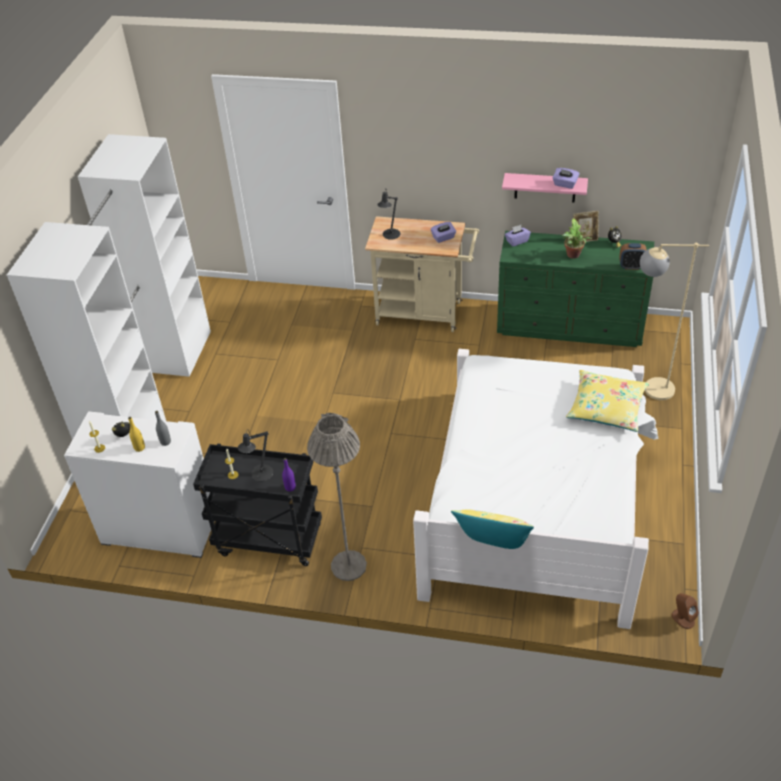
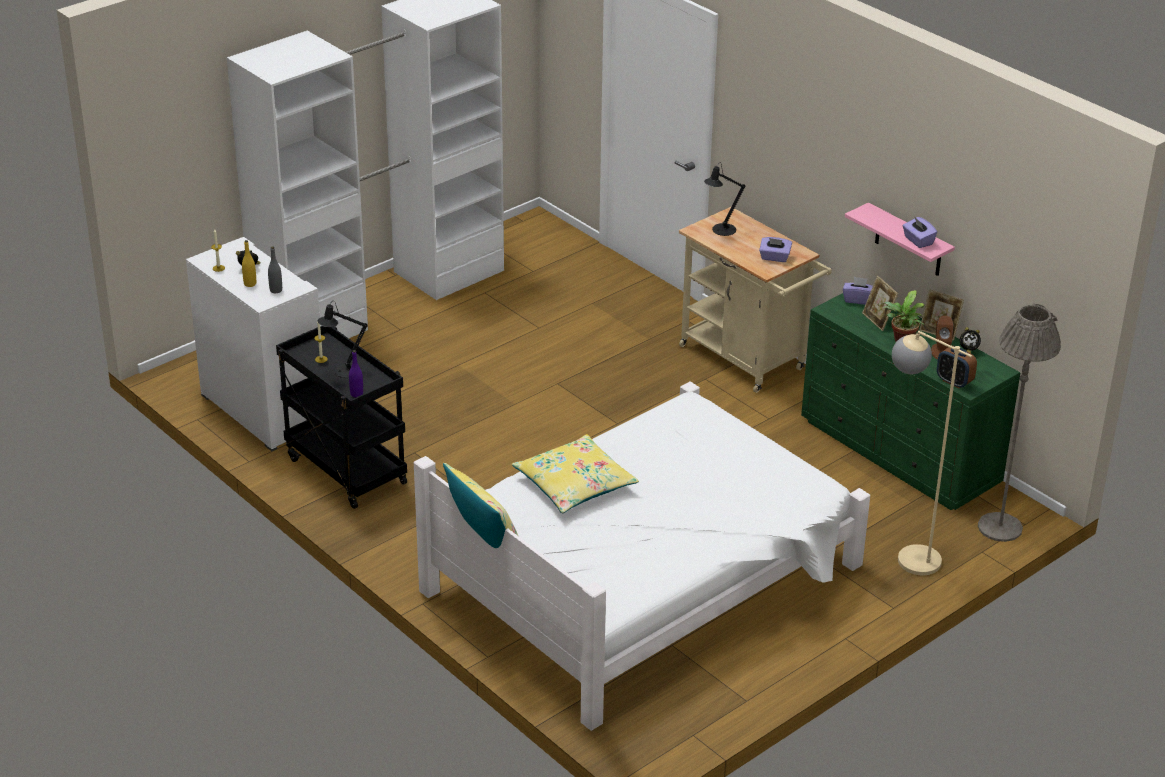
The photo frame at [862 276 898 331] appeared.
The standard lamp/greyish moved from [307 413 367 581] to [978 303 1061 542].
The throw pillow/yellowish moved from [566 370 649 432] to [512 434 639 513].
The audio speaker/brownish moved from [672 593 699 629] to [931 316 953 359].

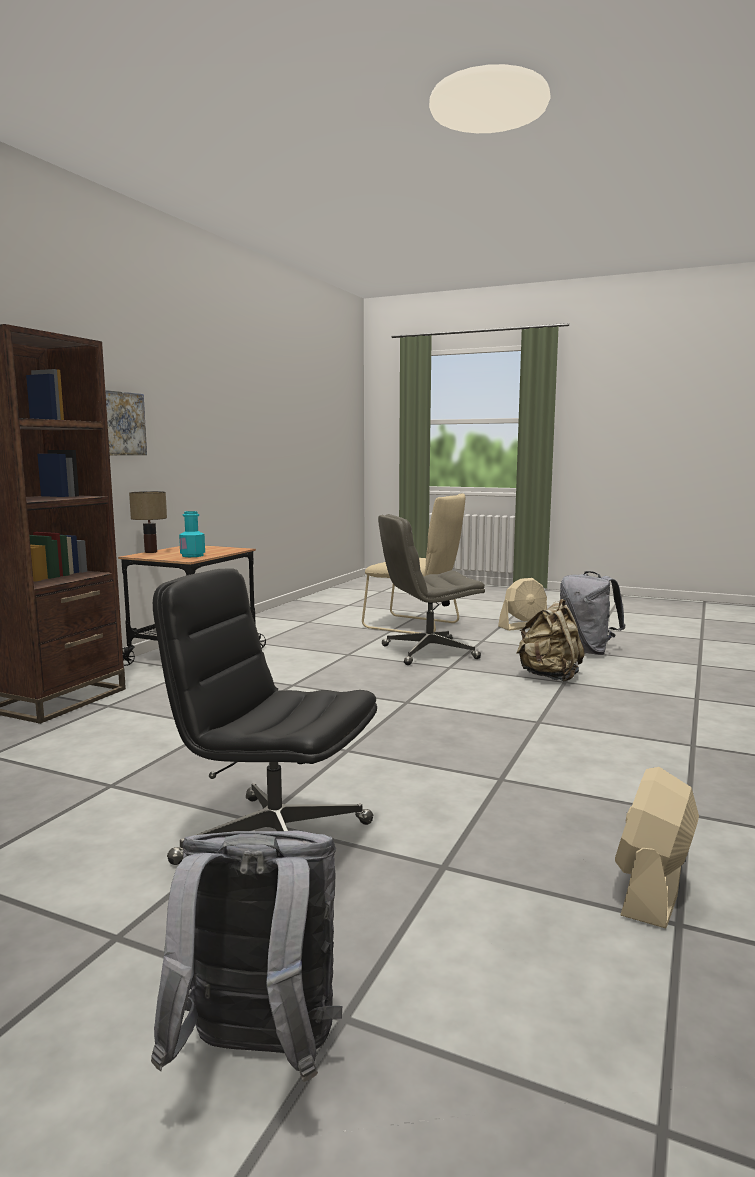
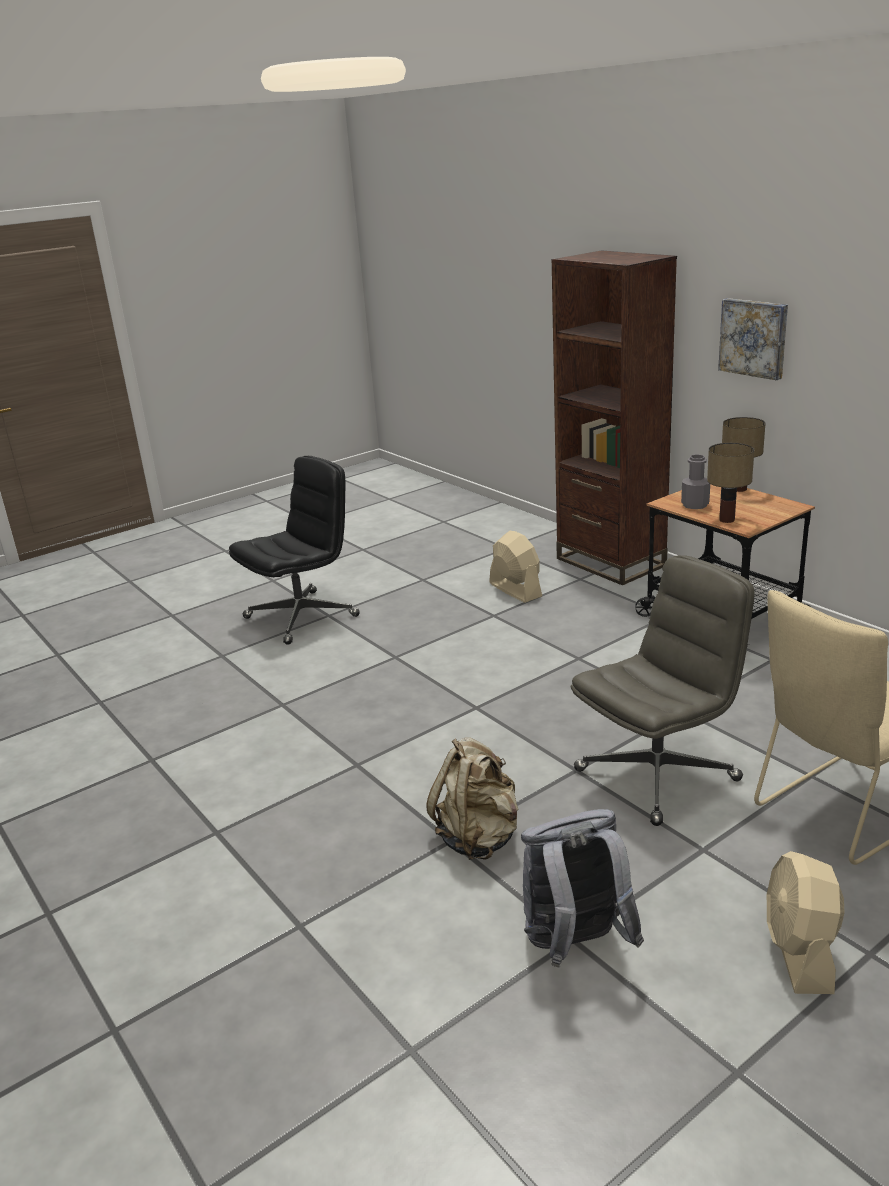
The knapsack/greyish at [151 830 342 1082] disappeared.
The table lamp at [707 443 754 523] appeared.
The fan/beige-coloured moved from [615 767 699 928] to [489 531 542 603].
The beverage bottle/turquoise at [179 511 205 557] became the beverage bottle/greyish at [681 454 710 509].
The computer chair/greyish at [378 514 485 665] turned 45 degrees clockwise.

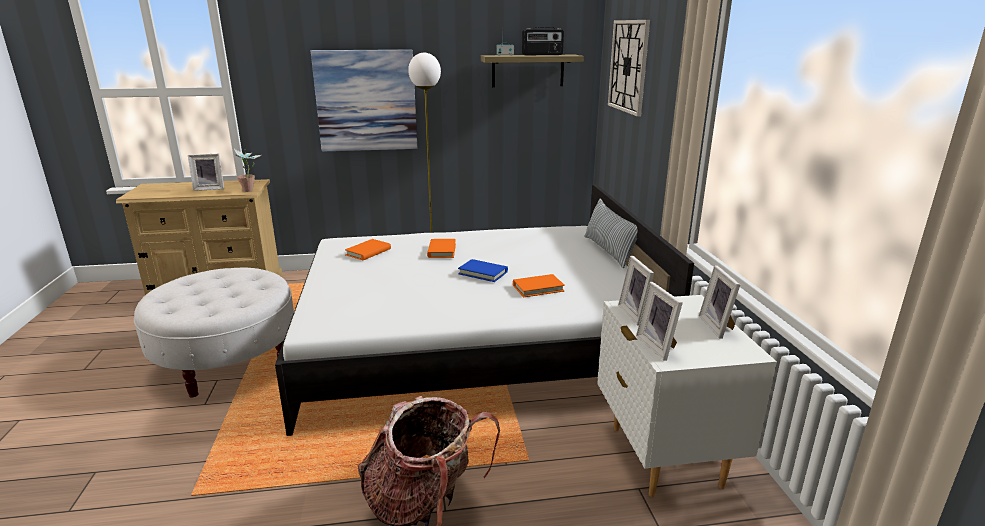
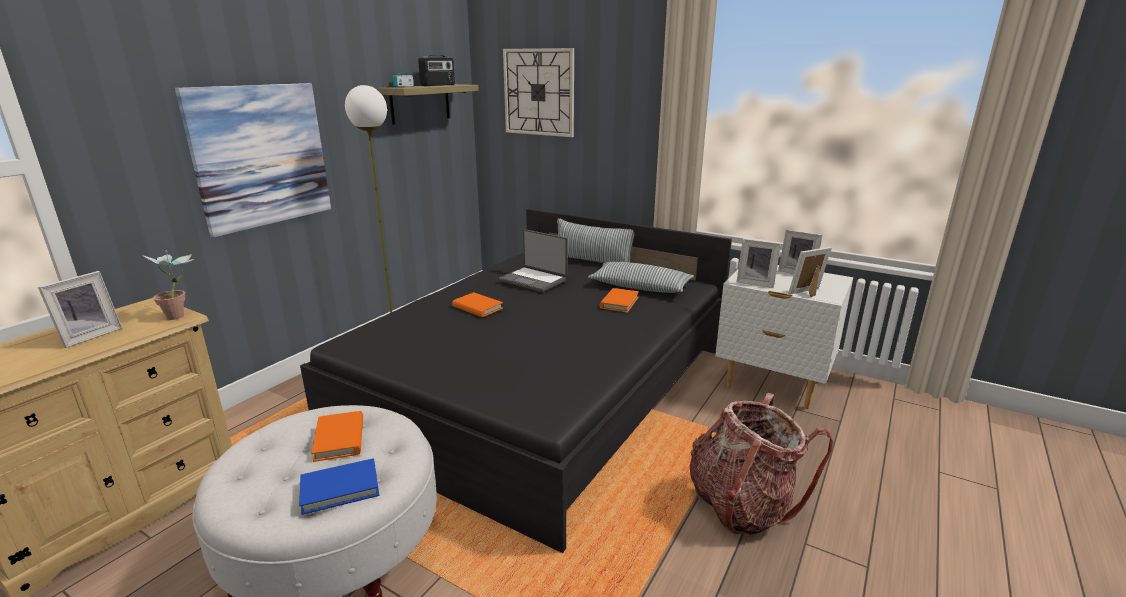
The notebook computer at [499 229 568 292] appeared.
The throw pillow at [588 261 694 293] appeared.
The bound book/orange-coloured moved from [345 239 391 260] to [311 411 363 462].
The bound book/blue-coloured moved from [458 259 508 282] to [299 458 379 515].
The sleeping bed/whitish at [275 184 694 436] became the sleeping bed/blackish at [300 208 732 553].
The photo frame at [636 282 683 361] turned 135 degrees clockwise.

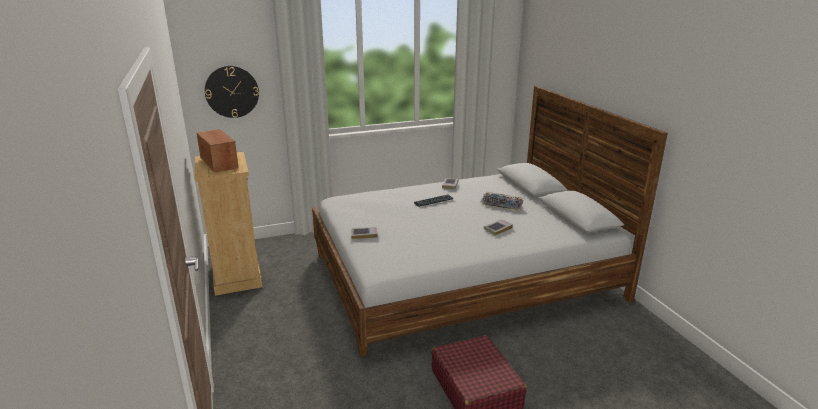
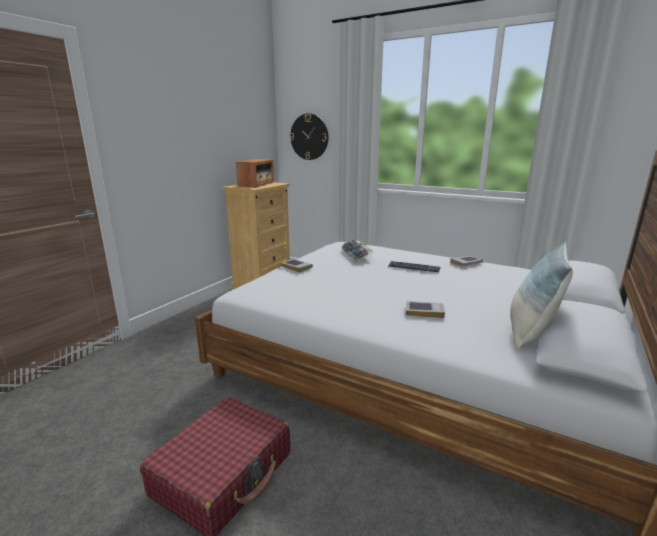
The throw pillow at [510 242 573 349] appeared.
The keyboard moved from [481 192 524 212] to [341 239 374 262].

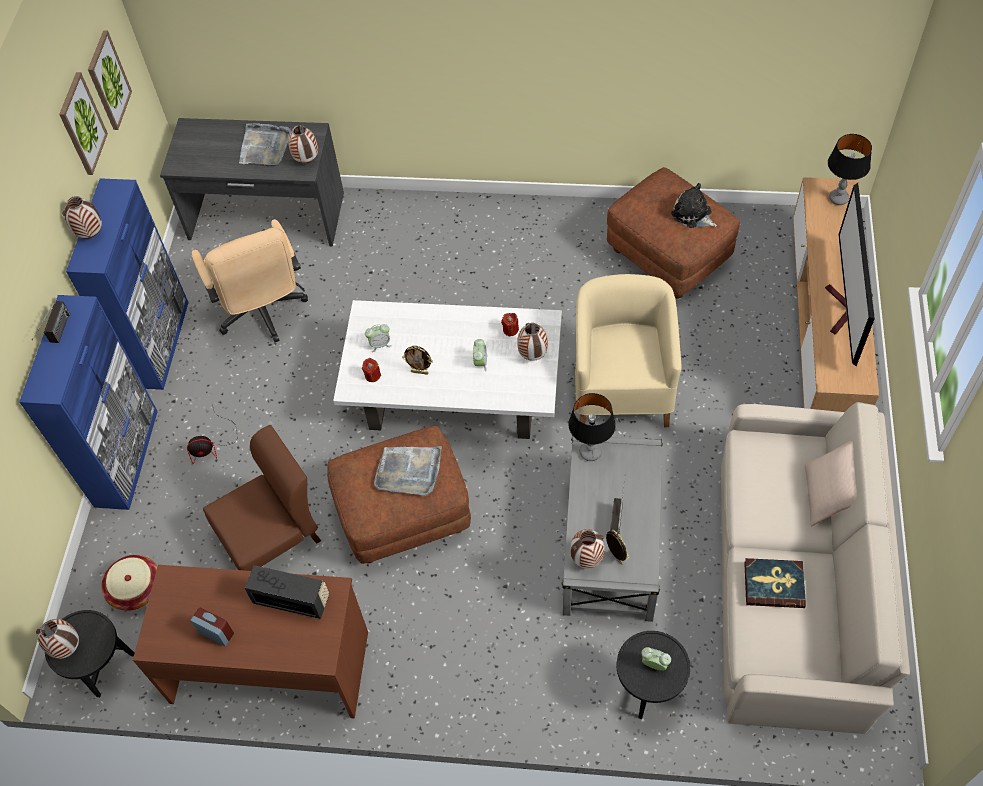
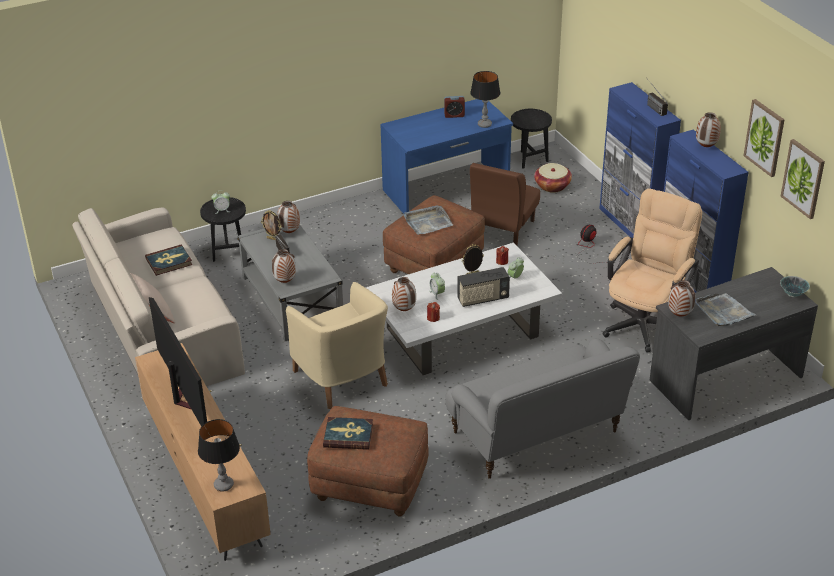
The couch/greyish at [445 338 640 479] appeared.
The deep dish at [780 276 810 297] appeared.
The decorative vase moved from [36 619 79 659] to [272 249 296 283].
The radio receiver moved from [245 565 329 619] to [457 267 510 307].
The table lamp moved from [569 393 616 461] to [470 71 500 128].
The soft toy at [671 183 717 228] was replaced by the bound book at [323 417 373 450].
The desk unit/brownish at [133 565 368 719] became the desk unit/blue-coloured at [381 99 513 214].
The computer chair/beige-coloured at [192 219 308 342] turned 90 degrees clockwise.

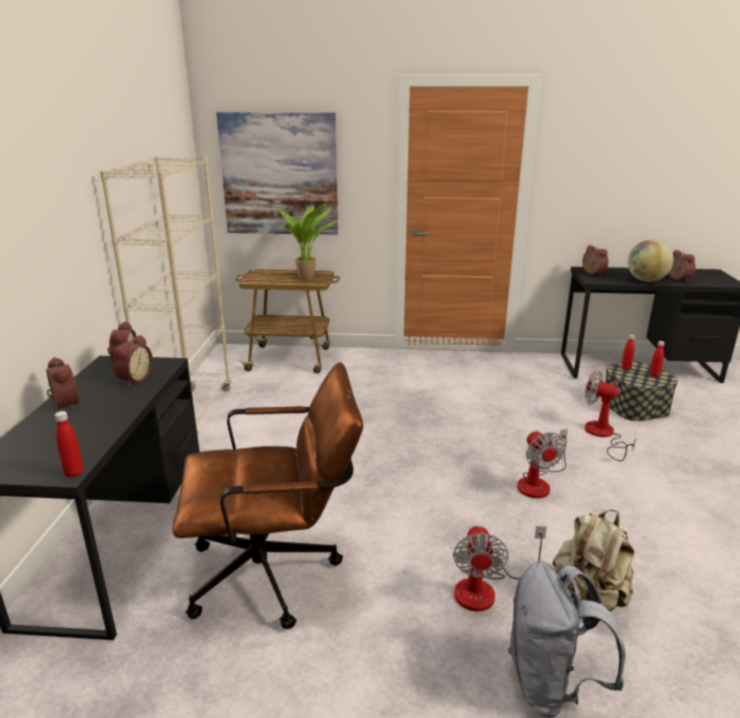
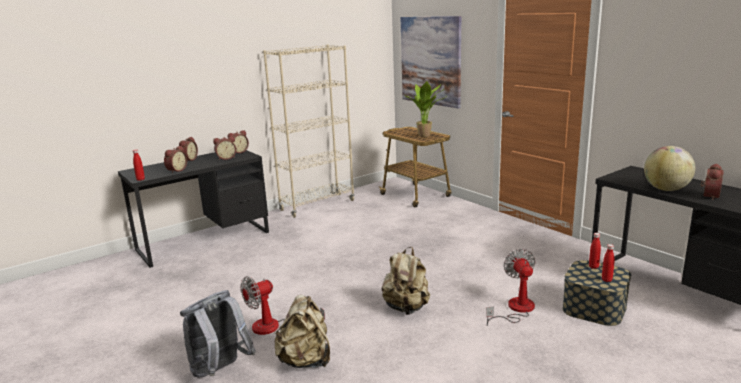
The computer chair/brownish at [172 362 363 629] disappeared.
The alarm clock moved from [582 245 608 276] to [164 146 187 173].
The fan at [517 429 568 498] was replaced by the knapsack/beige-coloured at [382 247 430 315].

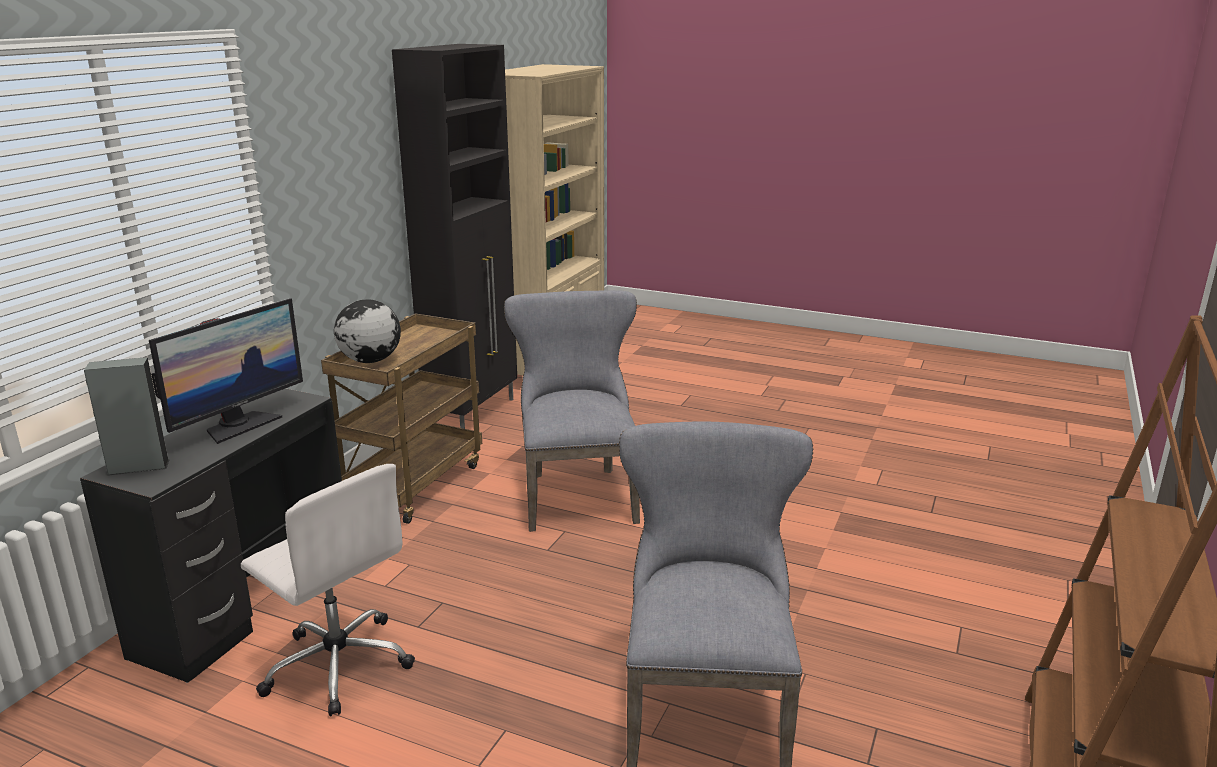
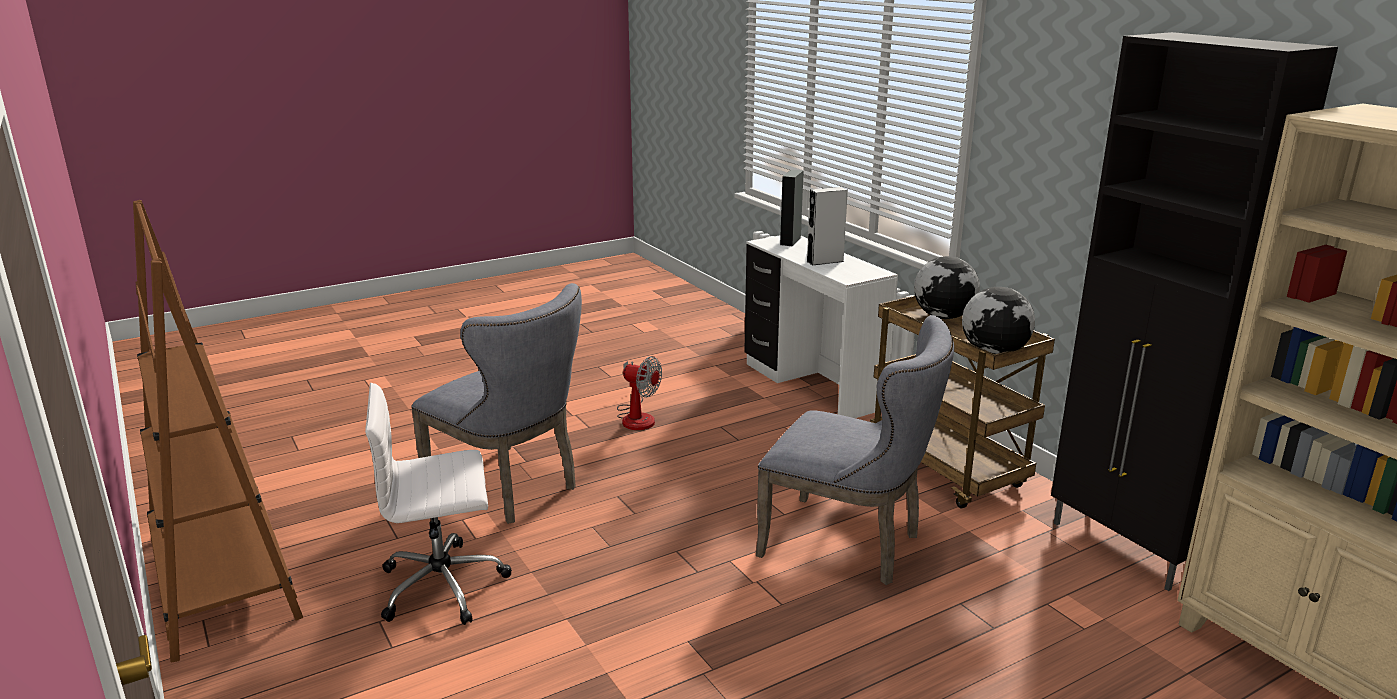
The fan at [617 356 662 430] appeared.
The globe at [962 287 1035 354] appeared.
The computer chair/whitish moved from [241 464 415 717] to [365 383 512 625].
The computer screen at [149 298 303 444] was replaced by the audio speaker/greyish at [806 187 848 266].
The desk unit/blackish at [80 388 342 683] became the desk unit/whitish at [744 235 898 418].

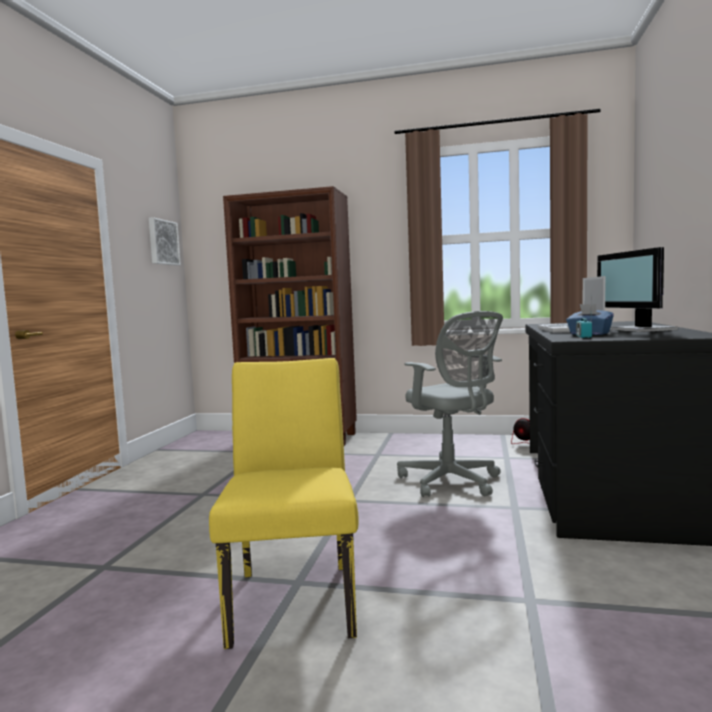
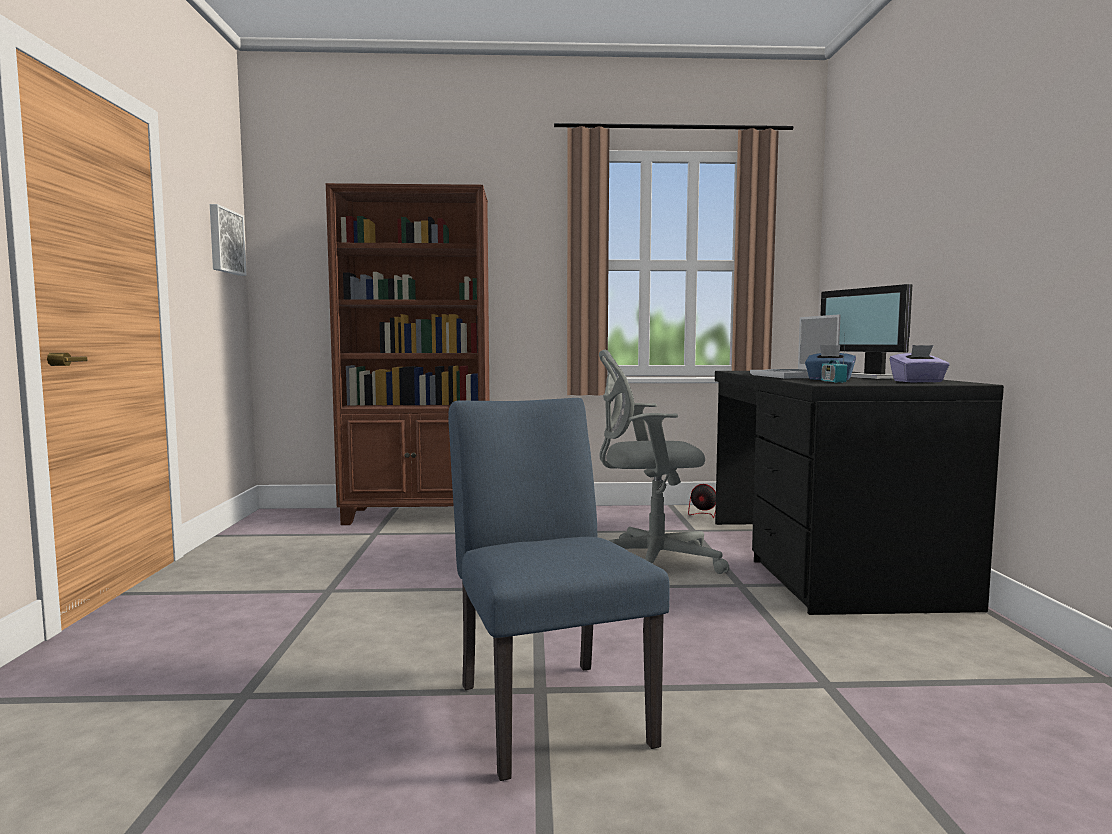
The tissue box/purple at [890 345 950 383] appeared.
The upright chair/yellowish at [209 358 359 649] became the upright chair/blue-coloured at [448 398 670 781].
The computer chair/greyish at [397 311 503 497] turned 135 degrees clockwise.

